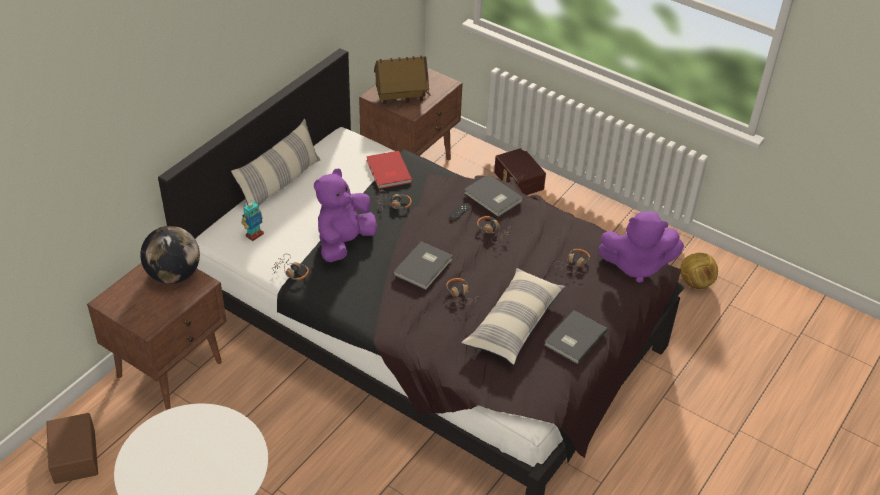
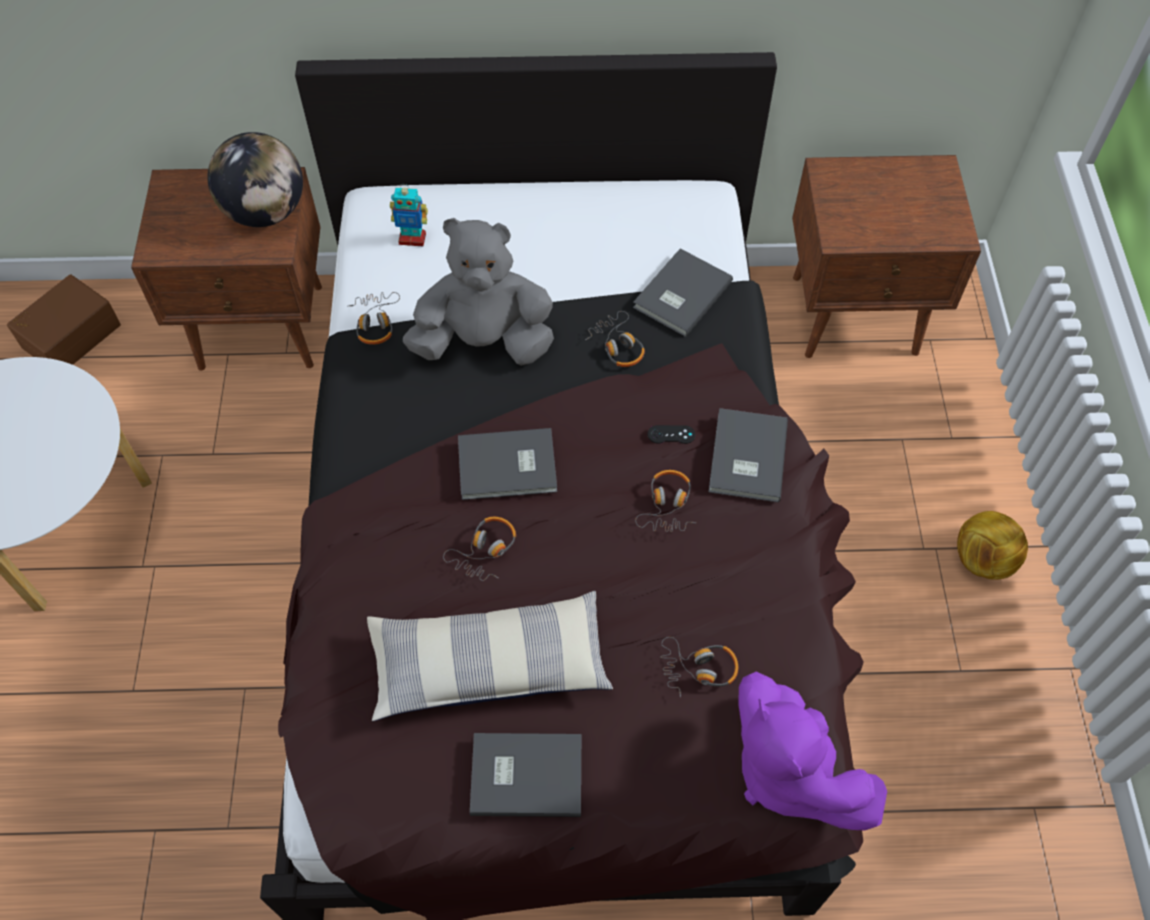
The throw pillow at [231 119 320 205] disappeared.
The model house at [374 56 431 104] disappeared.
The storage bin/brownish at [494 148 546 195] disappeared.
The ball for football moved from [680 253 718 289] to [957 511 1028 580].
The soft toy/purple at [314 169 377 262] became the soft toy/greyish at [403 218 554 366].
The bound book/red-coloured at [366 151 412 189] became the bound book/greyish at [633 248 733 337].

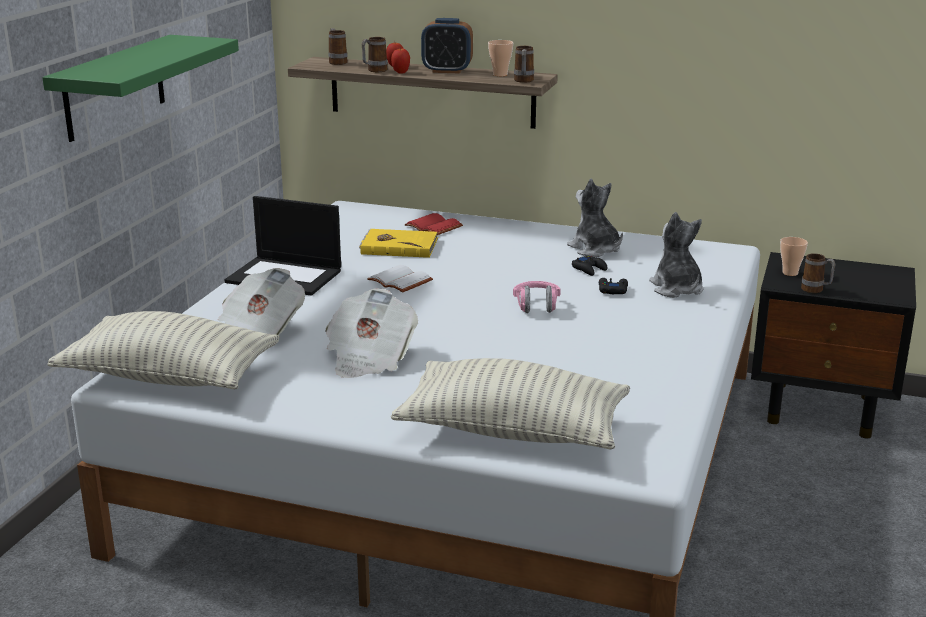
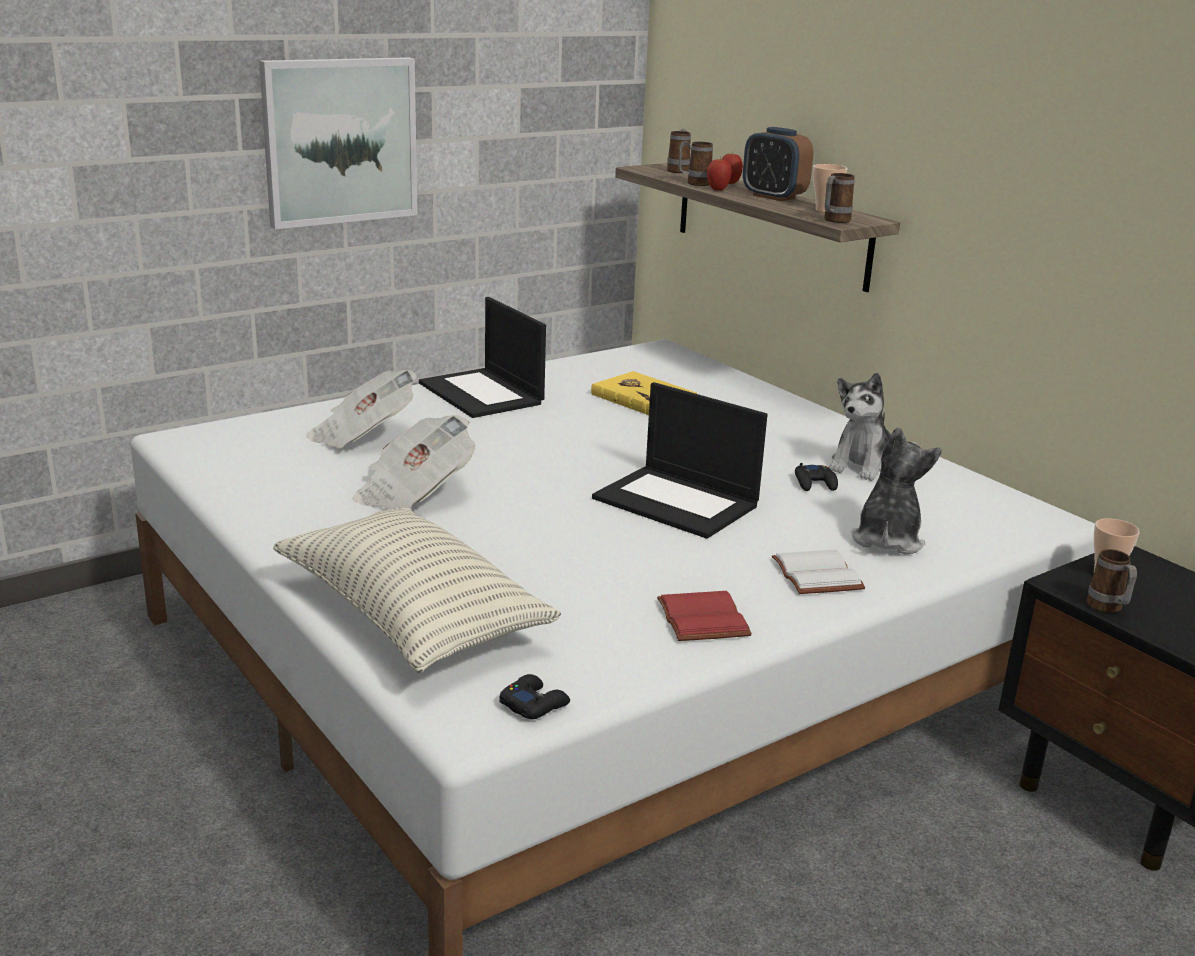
The throw pillow at [47 311 280 390] disappeared.
The bound book/whitish moved from [367 265 433 292] to [772 550 866 594].
The bound book/red-coloured moved from [404 213 463 235] to [657 591 752 641].
The joypad/blackish moved from [599 278 628 294] to [499 674 570 719].
The shelf/greenish at [42 35 239 142] was replaced by the picture at [259 57 418 229].
The headphones/pink-coloured at [513 281 560 313] was replaced by the notebook computer at [592 382 768 539].
The soft toy at [567 179 623 257] turned 150 degrees counterclockwise.

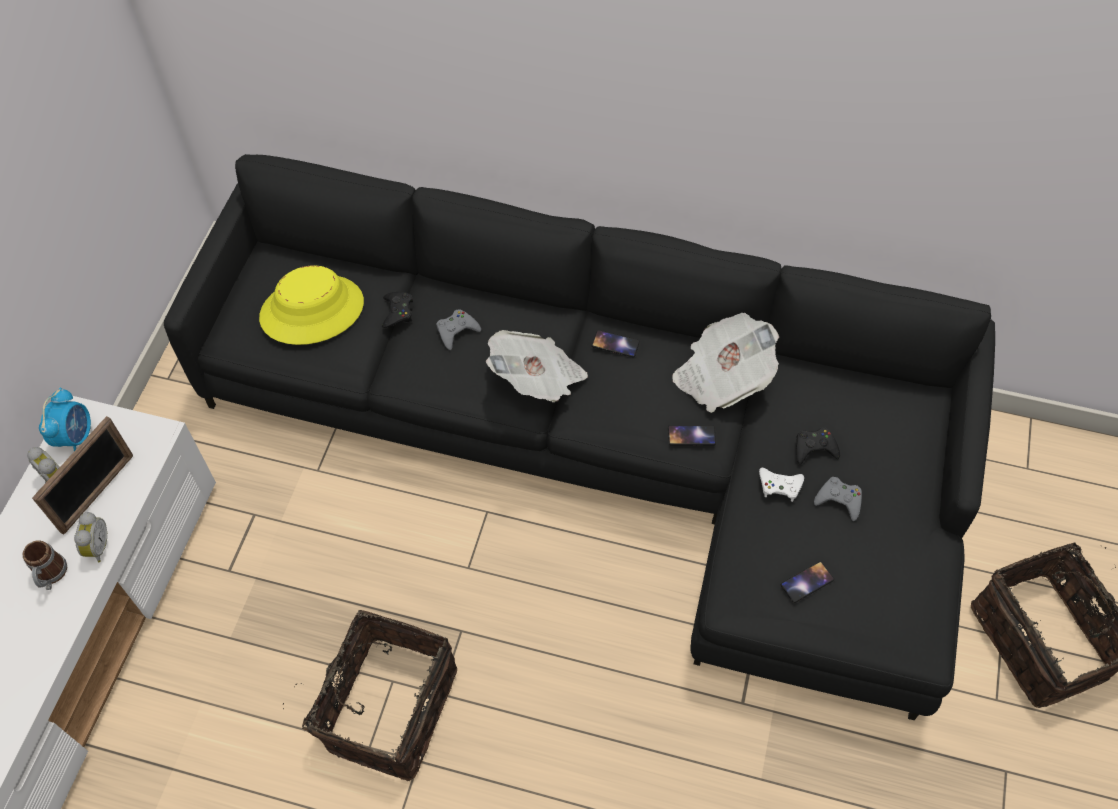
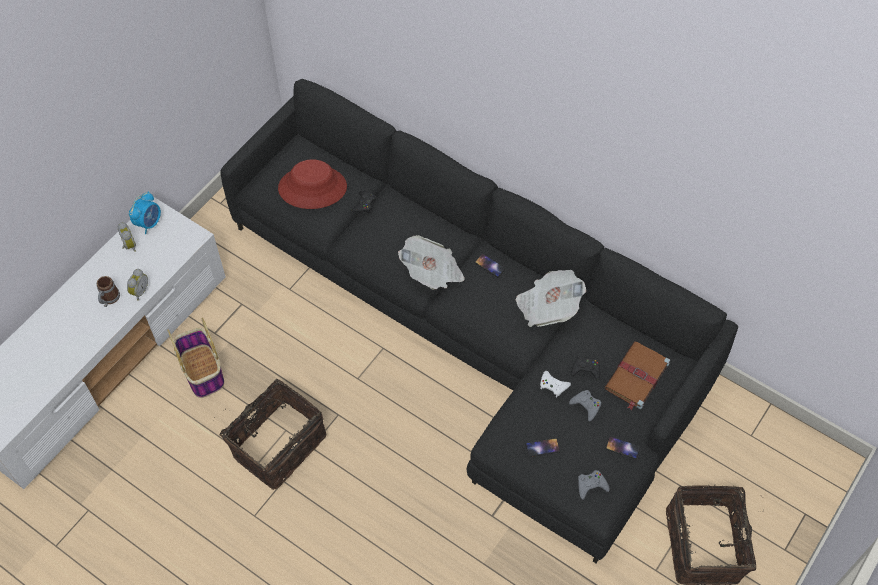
The photo frame at [32 416 133 535] disappeared.
The basket at [167 318 224 398] appeared.
The bound book/brownish at [605 341 670 410] appeared.
The joypad/greyish moved from [436 309 481 350] to [578 470 610 500].
The handset moved from [668 425 716 445] to [605 436 641 459].
The wearable hat/yellowish at [259 265 364 345] became the wearable hat/red-coloured at [278 159 347 209].

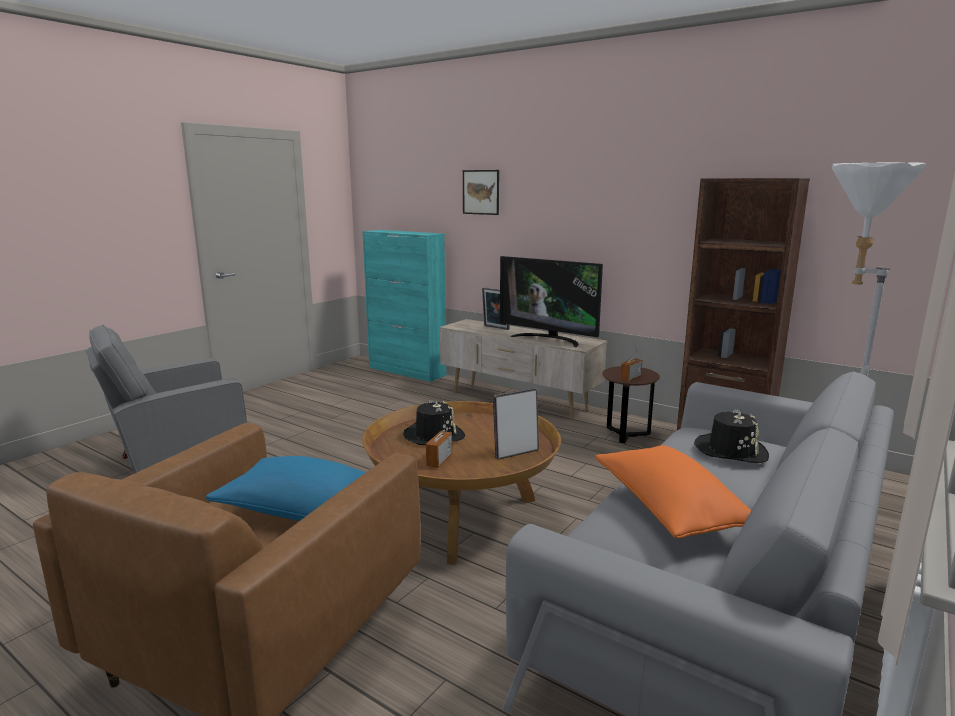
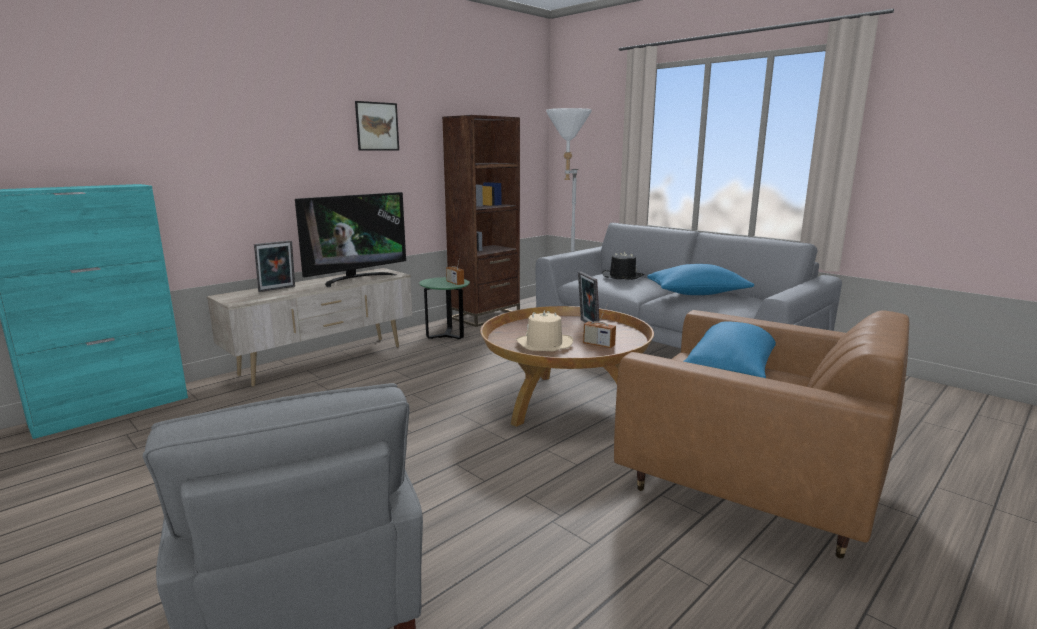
The picture moved from [463 170 499 215] to [355 101 399 151].
The wearable hat/blackish at [403 400 465 445] became the wearable hat/beige-coloured at [516 310 573 352].
The throw pillow/orange-coloured at [595 445 751 539] became the throw pillow/blue-coloured at [647 264 754 295].
The accent table/brownish at [602 366 660 443] became the accent table/greenish at [419 277 470 339].

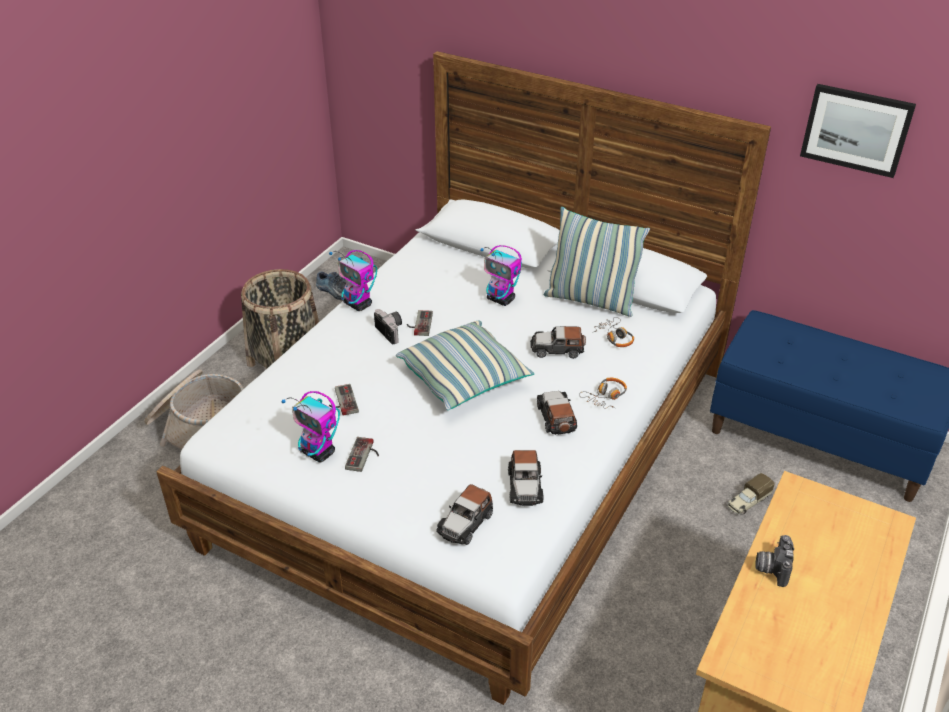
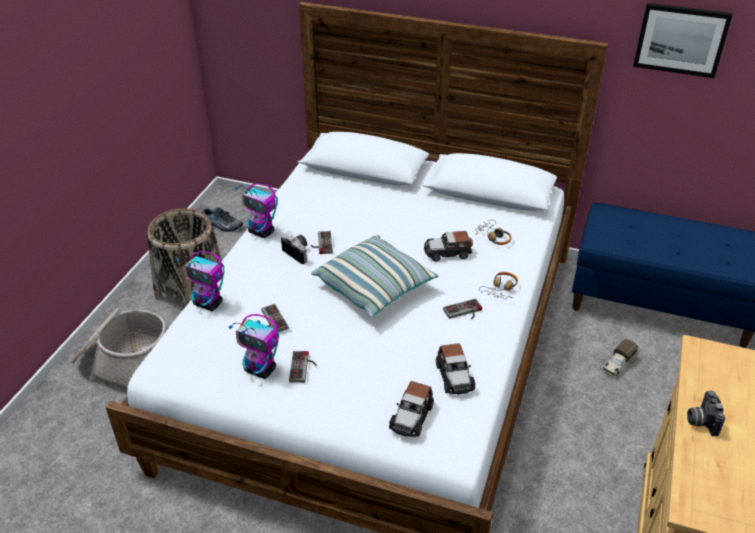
The throw pillow at [544 207 650 317] disappeared.
The robot figure moved from [480 245 522 306] to [176 251 224 311].
The miniature car at [537 391 577 435] was replaced by the joypad at [443 299 482 320].

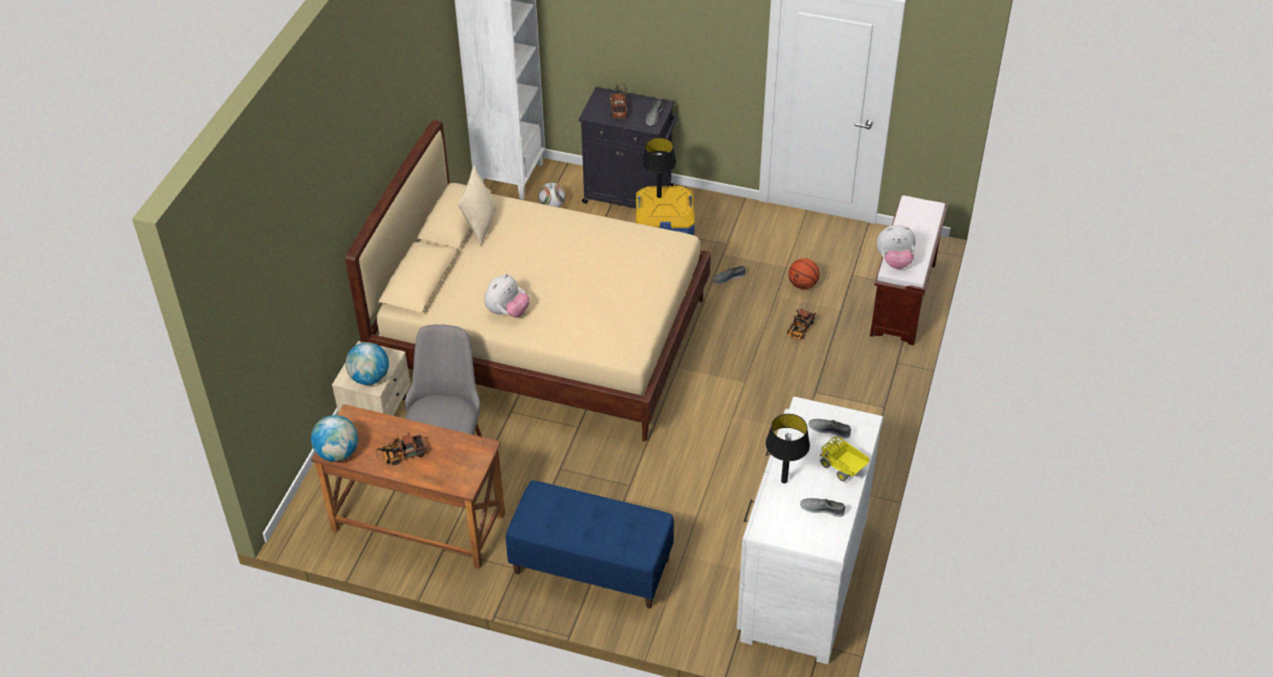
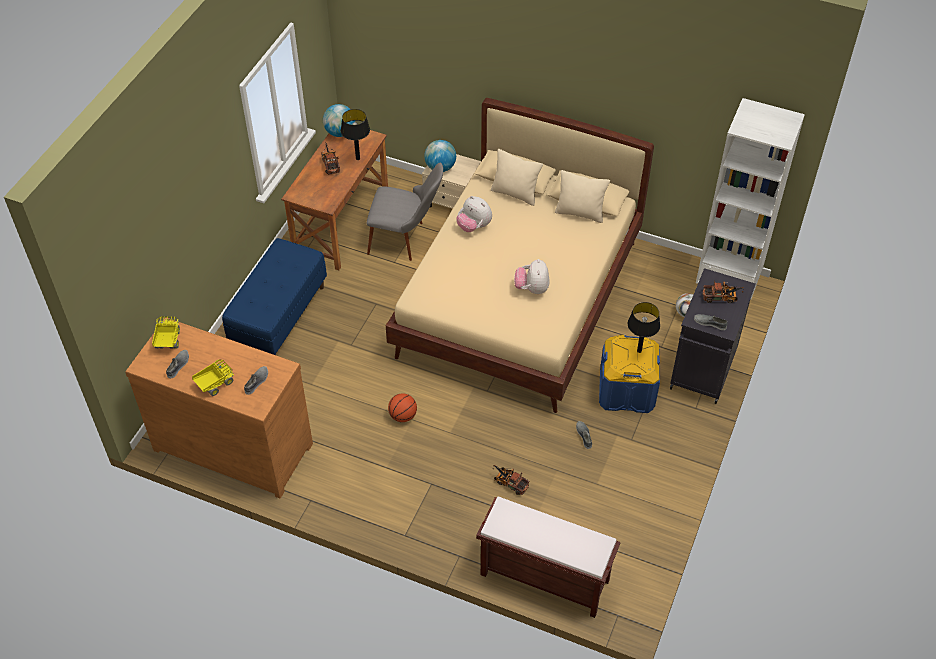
The model truck at [152 317 180 349] appeared.
The throw pillow/beige-coloured at [491 149 543 206] appeared.
The table lamp/blackish moved from [766 414 810 483] to [341 109 370 160].
The ball for basketball moved from [788 258 820 289] to [388 393 417 422].
The soft toy moved from [877 225 916 269] to [514 259 550 294].
The drawer chest/whitish at [737 397 884 664] became the drawer chest/brownish at [125 317 313 498].

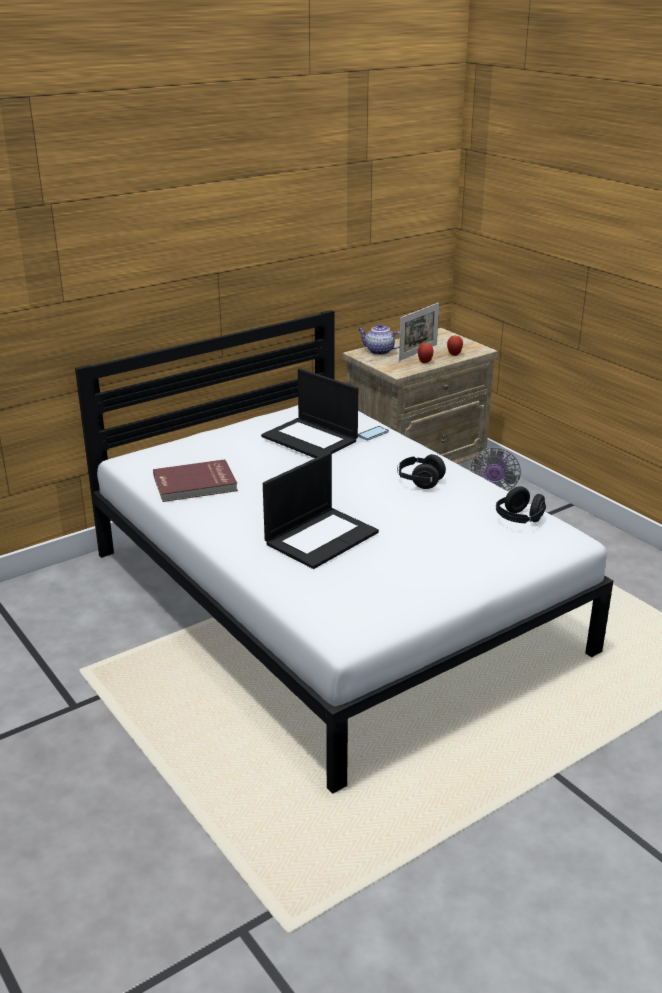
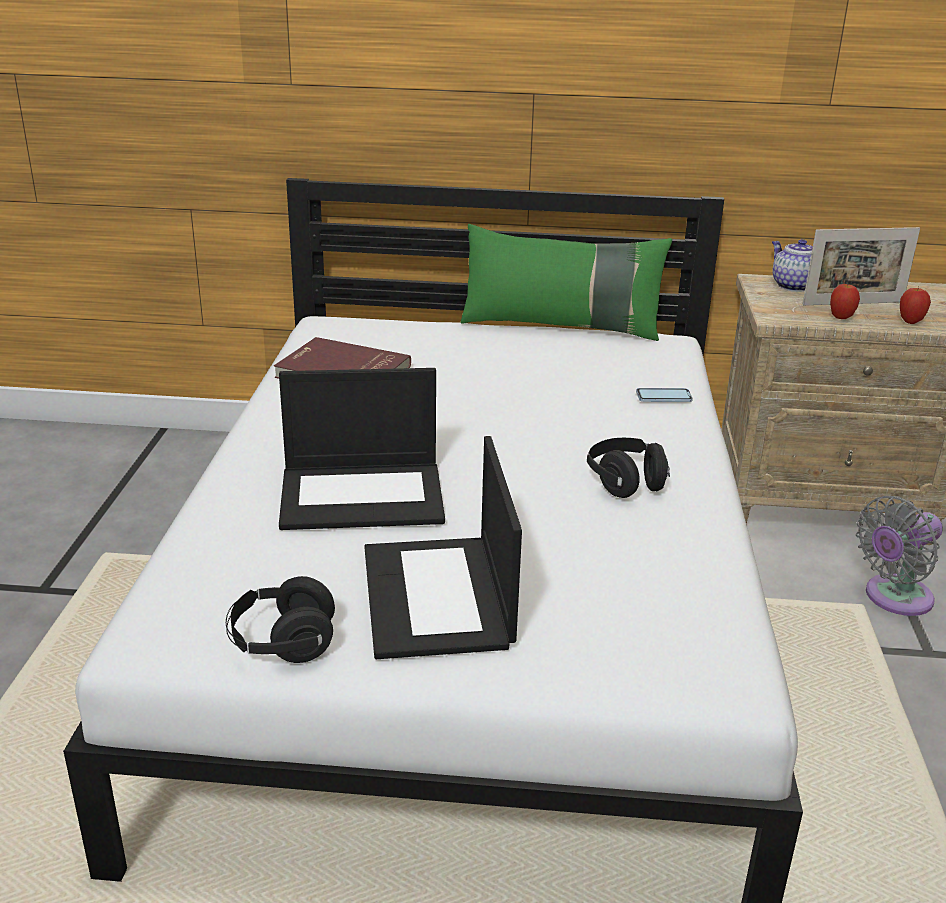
The throw pillow/greenish at [461 224 672 341] appeared.
The notebook computer moved from [261 368 358 458] to [364 436 522 659].
The headphones/blackish moved from [496 486 546 523] to [226 576 335 663].

